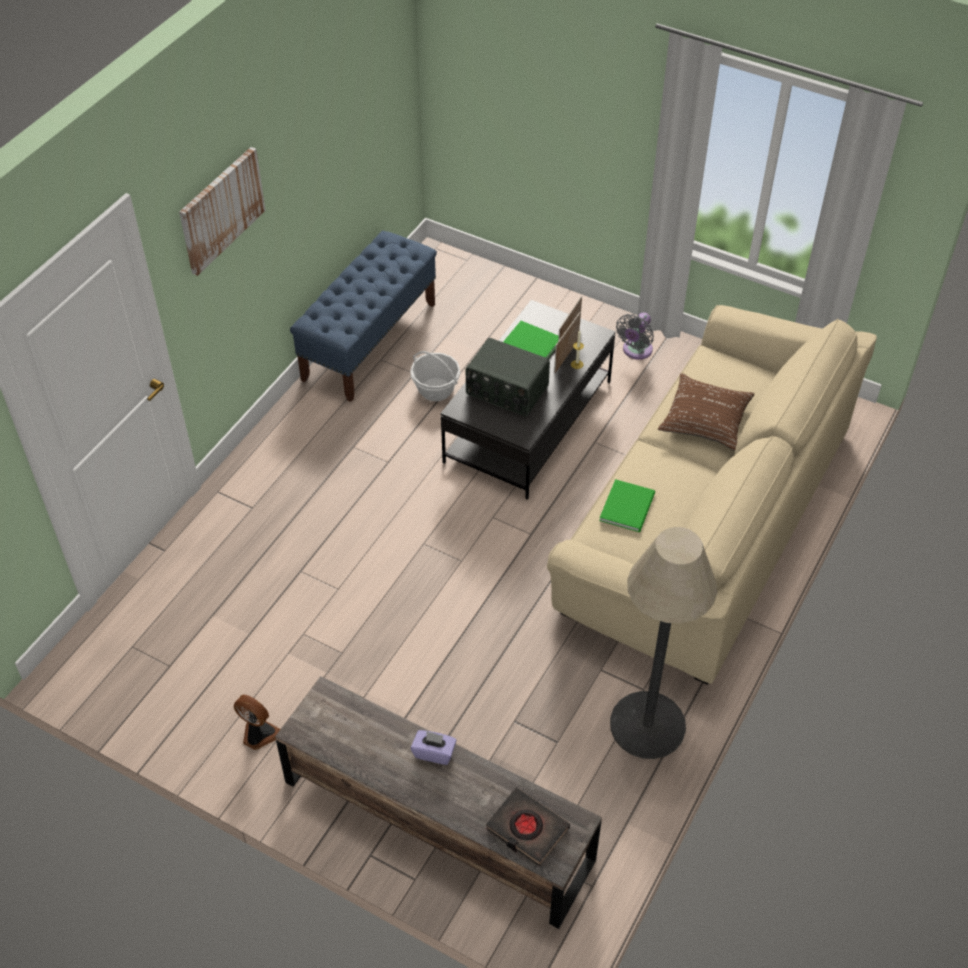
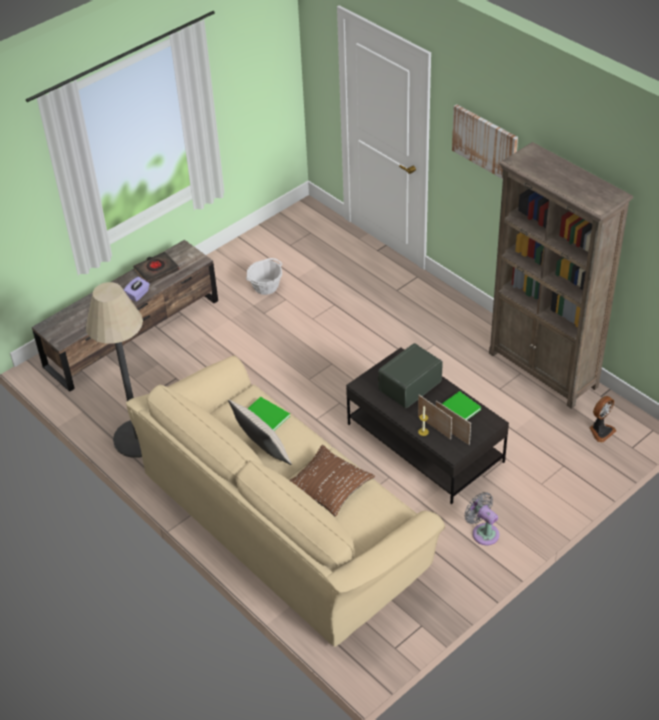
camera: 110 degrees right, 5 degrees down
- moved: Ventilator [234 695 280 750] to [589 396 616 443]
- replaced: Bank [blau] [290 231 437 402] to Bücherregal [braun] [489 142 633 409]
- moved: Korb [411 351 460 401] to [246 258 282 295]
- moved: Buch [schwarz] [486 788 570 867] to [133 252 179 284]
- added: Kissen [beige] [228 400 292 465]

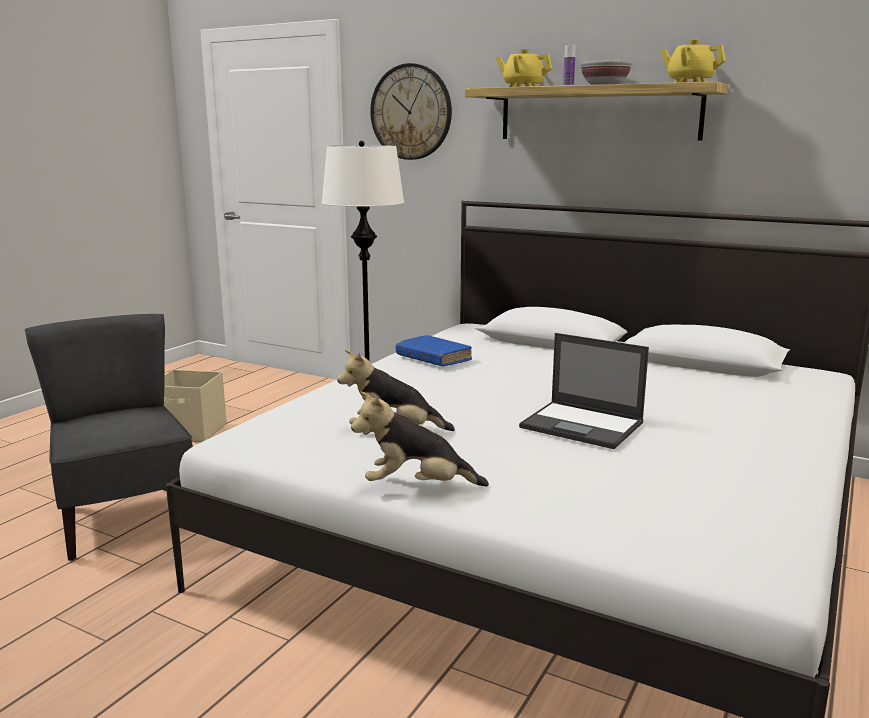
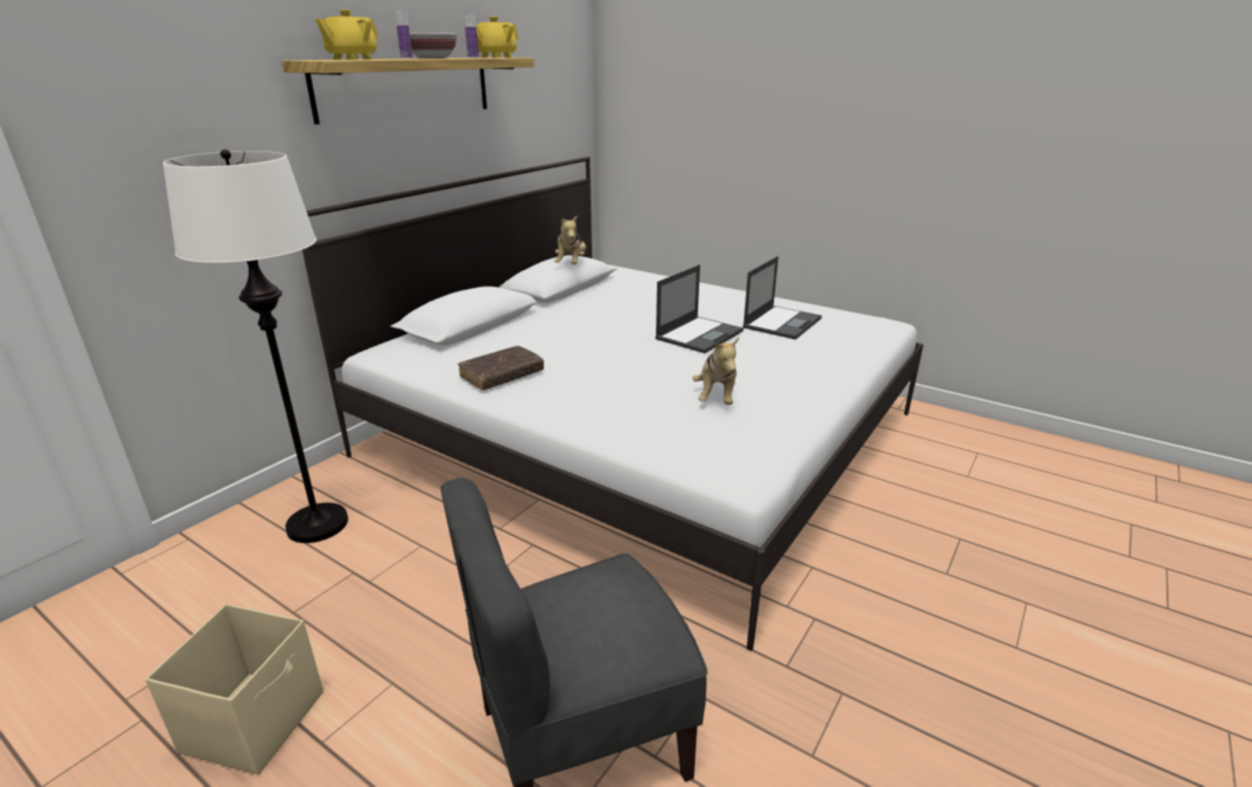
camera: 85 degrees left, 10 degrees up
- moved: Plüschtier [351 391 489 486] to [554 216 586 264]
- removed: Wanduhr [370 63 452 160]
- recoloured: Buch [blau] [396 335 472 366] to Buch [braun] [458 346 544 390]
- added: Flasche [464 13 479 58]
- added: Laptop [743 256 822 340]

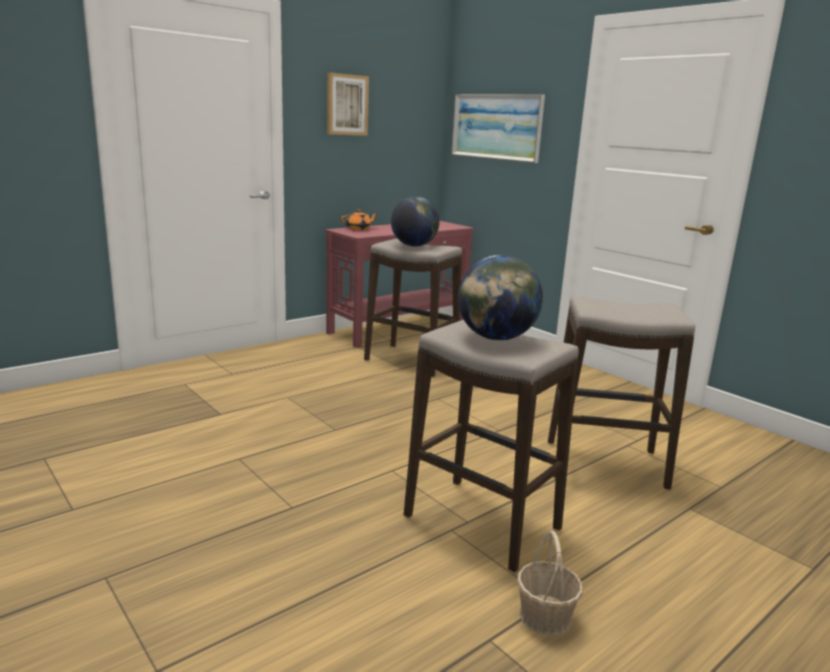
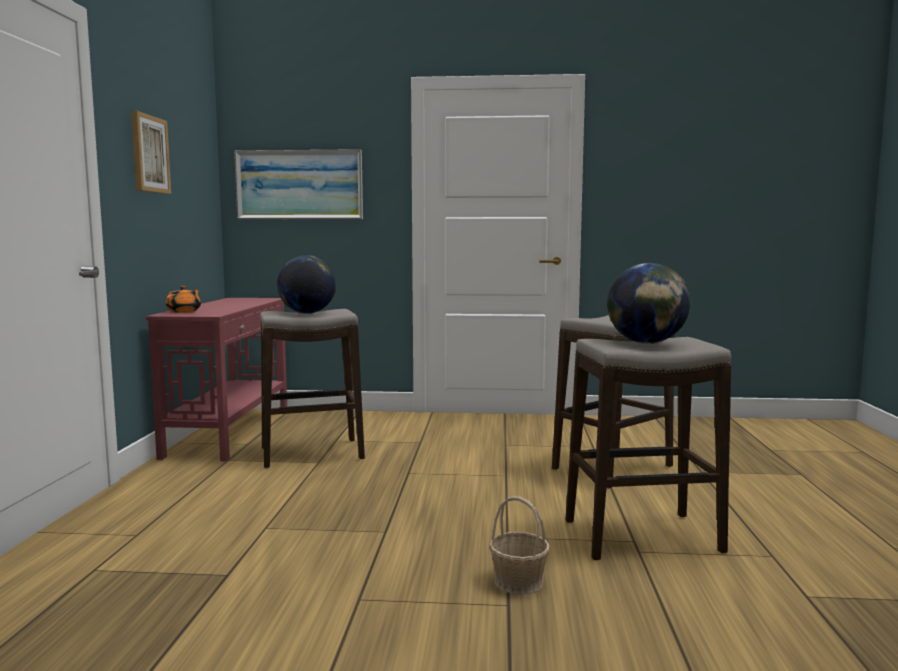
camera: 45 degrees left, 10 degrees down
- moved: Korb [517 531 583 636] to [489 496 550 594]

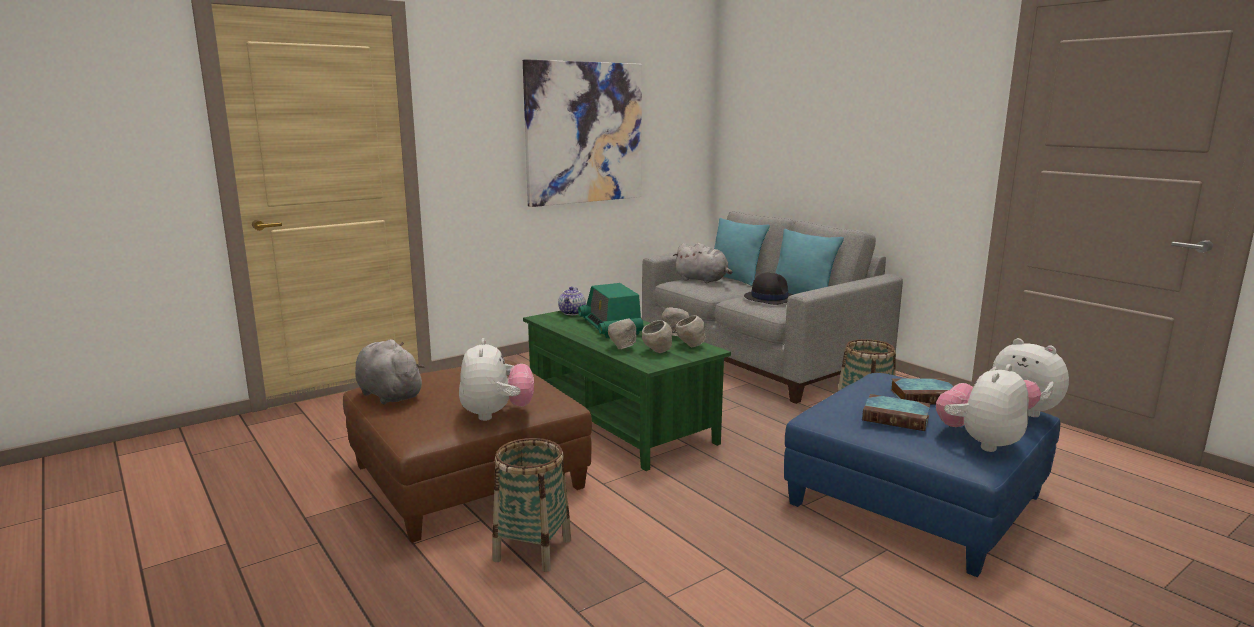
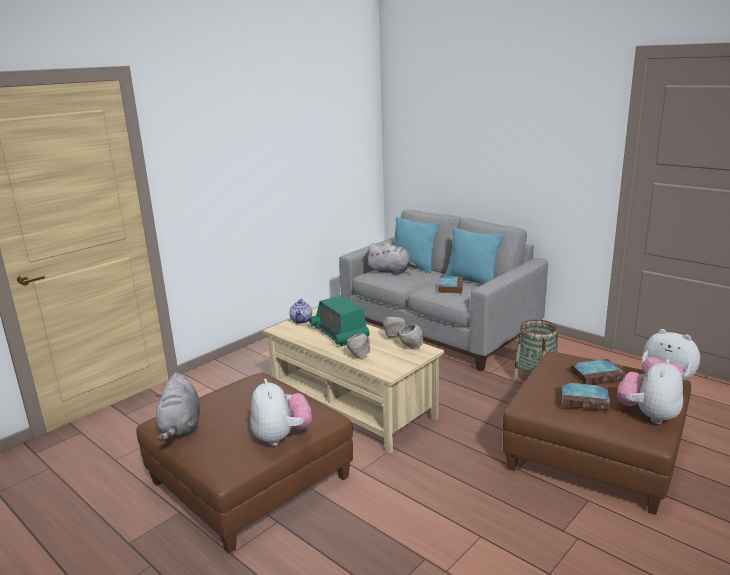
camera: 10 degrees left, 5 degrees up
- turned: Plüschtier [grau] [355 339 425 405] = [155 373 200 441] 135 degrees counterclockwise
- removed: Korb [493 438 571 572]
- removed: Bild [523 59 642 207]
- recoloured: Couchtisch [grün] [523 311 731 471] to Couchtisch [beige] [263 307 444 454]
- removed: Schüssel [grau] [642 320 672 353]
- replaced: Hut [schwarz] [744 272 792 305] to Buch [438 276 463 293]
- recoloured: Polsterhocker [blau] [784 373 1060 577] to Polsterhocker [braun] [503 352 691 515]

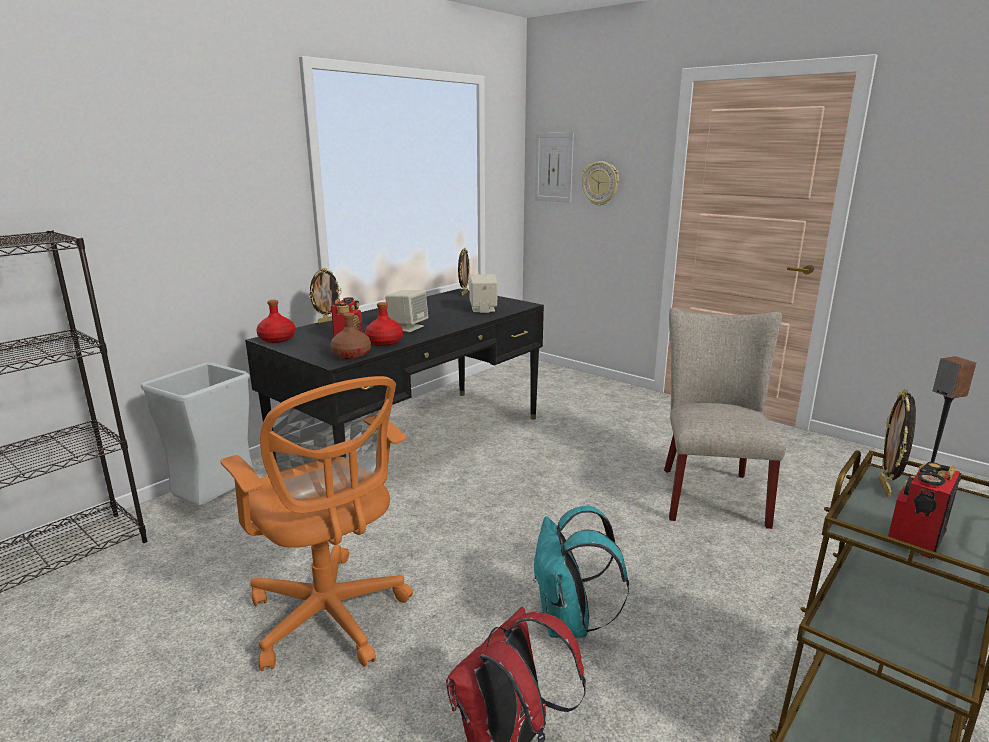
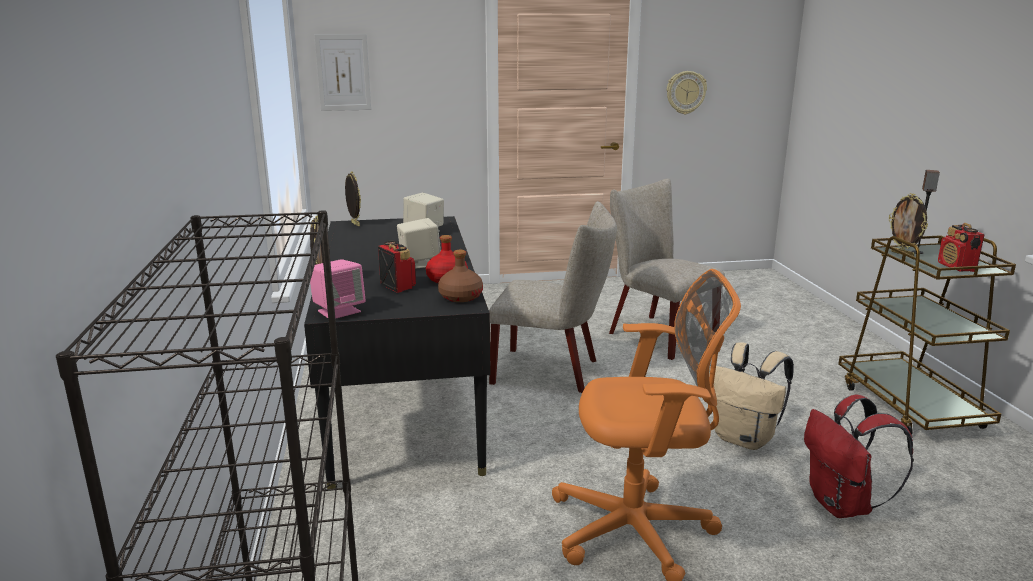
camera: 50 degrees left, 0 degrees up
- removed: Mülleimer [grau] [140 363 253 505]
- replaced: Flasche [rot] [256 300 295 343] to Lautsprecher [rosa] [310 259 366 319]
- recoloured: Rucksack [türkis] [534 506 629 638] to Rucksack [beige] [709 342 794 450]
- moved: Wanduhr [582 161 619 206] to [667 71 707 114]
- added: Stuhl [beige] [489 201 617 393]

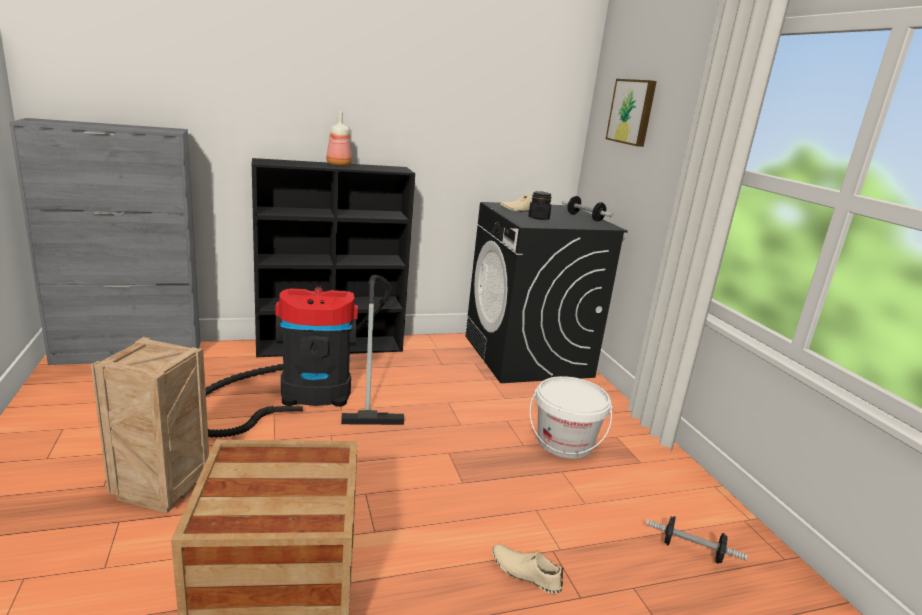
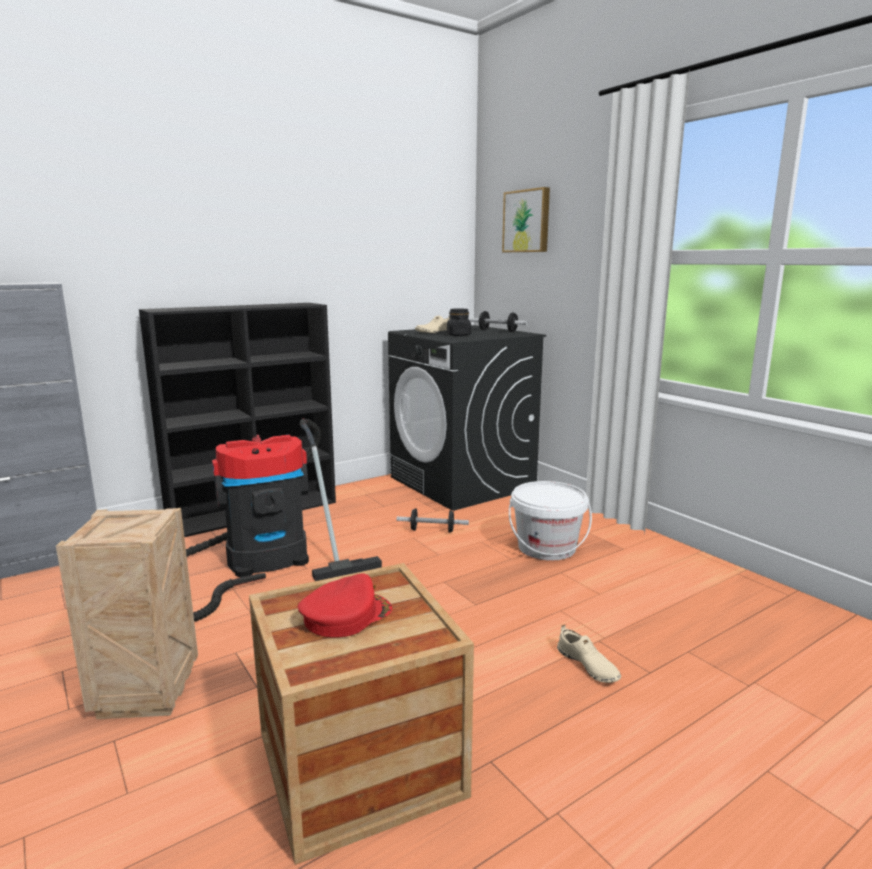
camera: 15 degrees left, 5 degrees down
- removed: Flasche [326 112 352 166]
- turned: Schuh [beige] [492 545 564 594] = [557 625 621 683] 135 degrees counterclockwise
- moved: Hantel [646 516 747 564] to [397 509 469 533]
- added: Kappe [rot] [298 573 392 637]

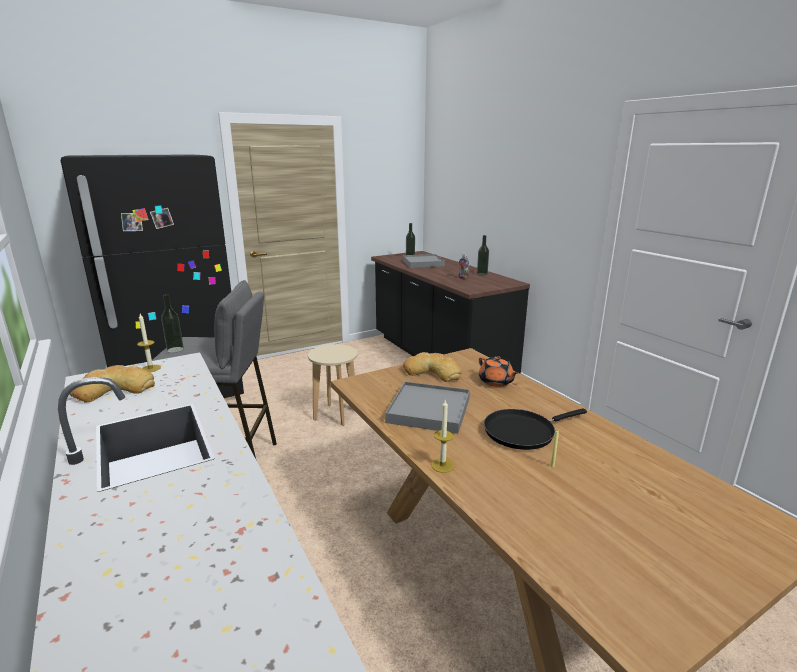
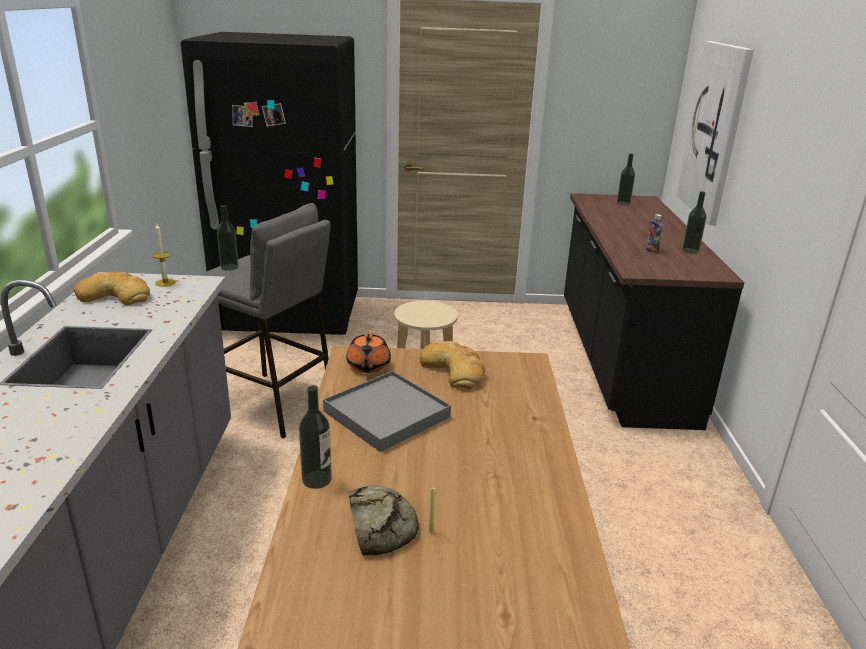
camera: 30 degrees right, 5 degrees up
- removed: Tablett [grau] [403 254 445 268]
- replaced: Kerze [431 400 454 473] to Flasche [299 385 332 489]
- moved: Teekanne [orange] [479 356 519 387] to [347 331 391 373]
- removed: Pfanne [schwarz] [484 408 587 450]
- added: Brot [349 486 419 555]
- added: Bild [677 41 754 225]

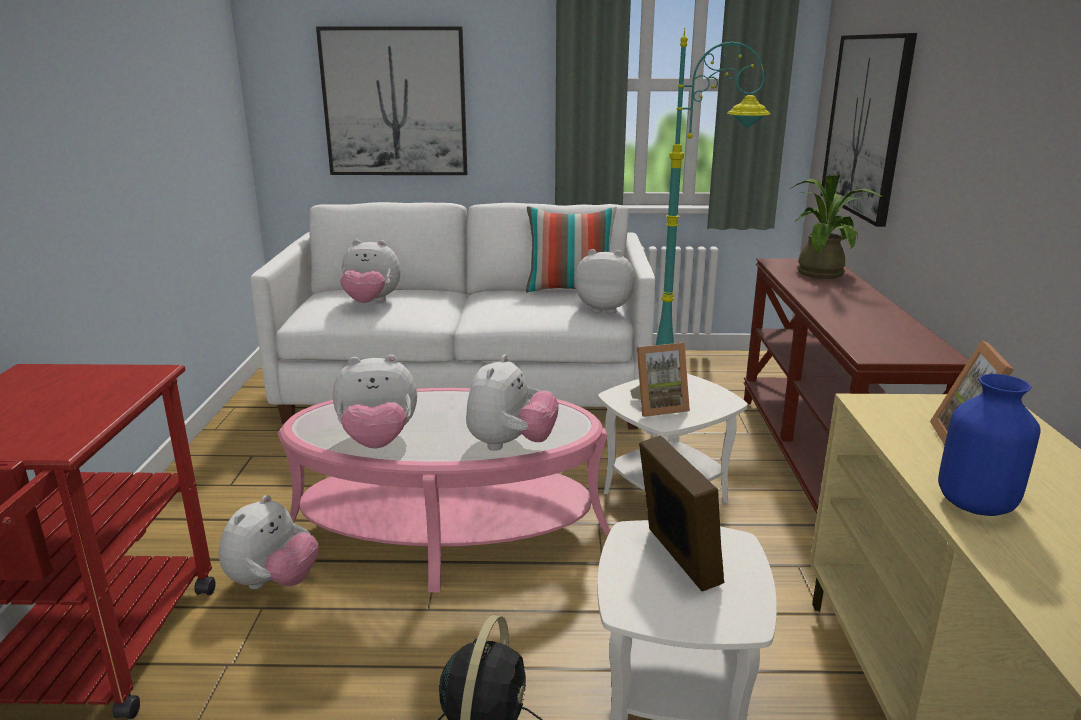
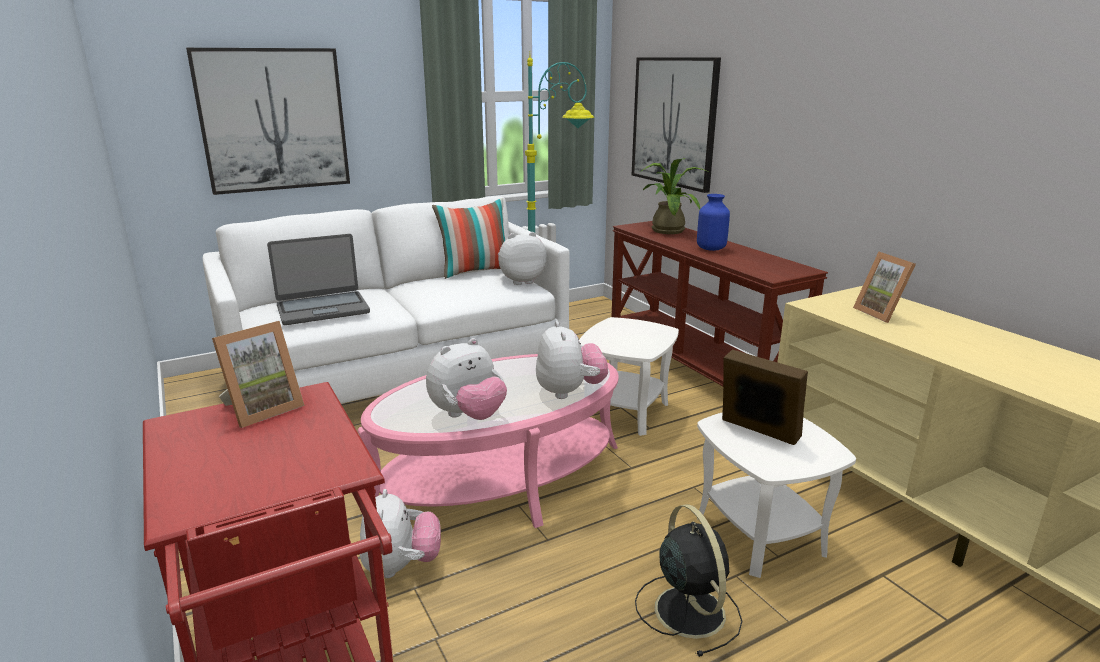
camera: 30 degrees left, 0 degrees up
- replaced: Plüschtier [340 240 401 303] to Laptop [267 234 370 325]
- moved: Bilderrahmen [630 343 690 417] to [212 321 305 428]
- moved: Vase [blau] [938 374 1041 516] to [697 194 730 251]

